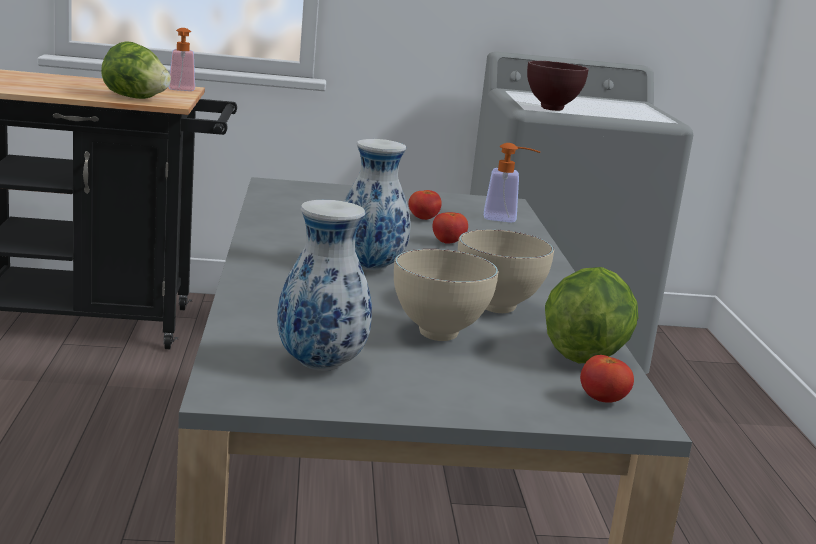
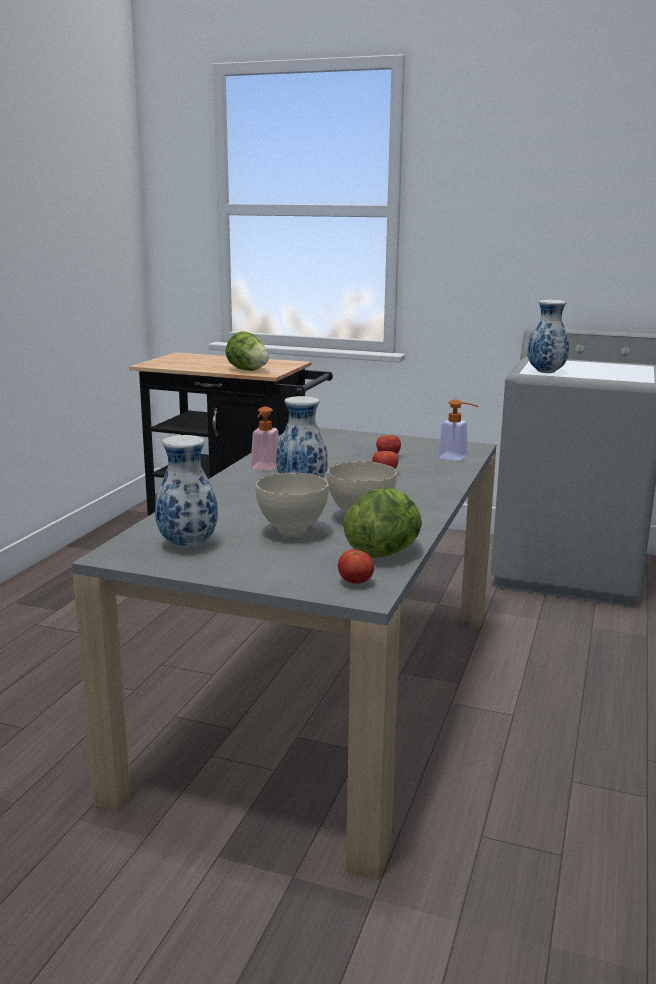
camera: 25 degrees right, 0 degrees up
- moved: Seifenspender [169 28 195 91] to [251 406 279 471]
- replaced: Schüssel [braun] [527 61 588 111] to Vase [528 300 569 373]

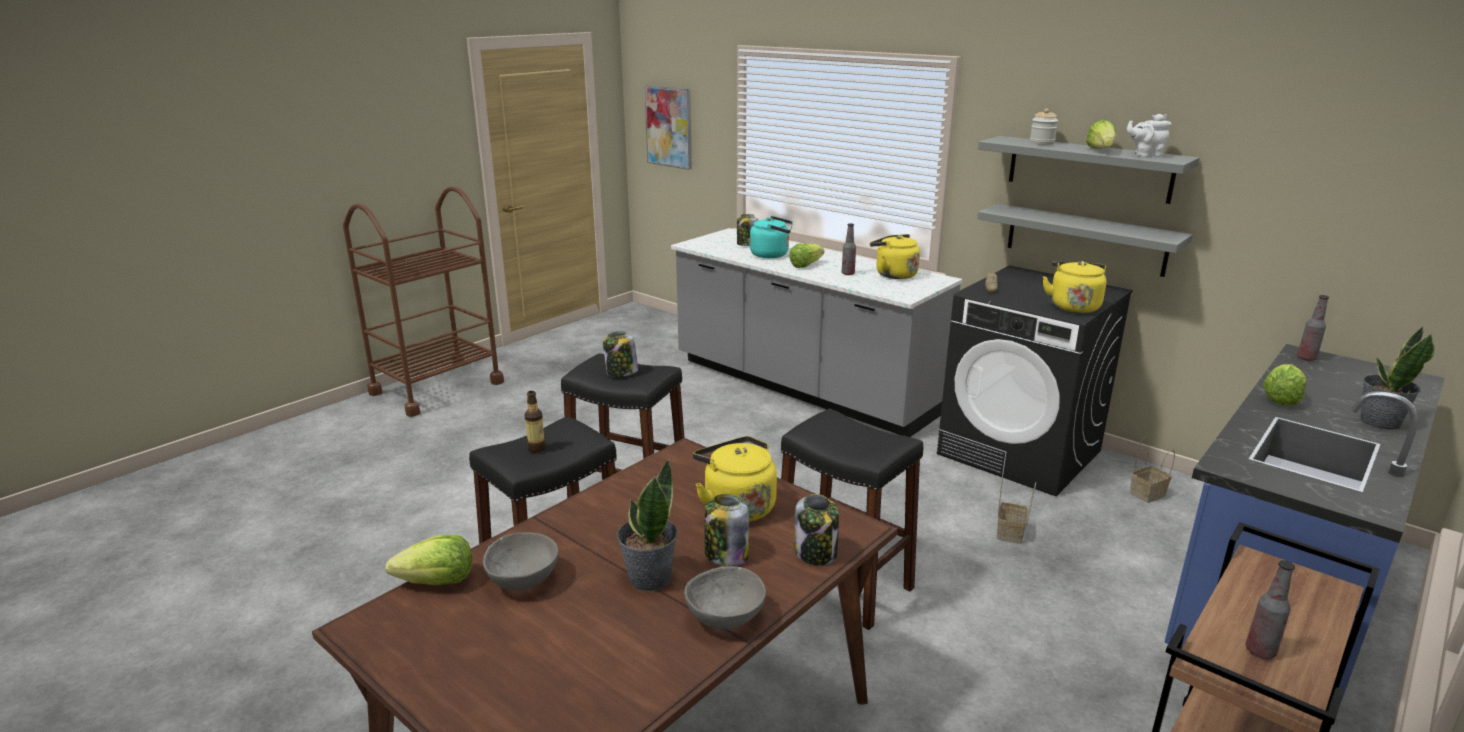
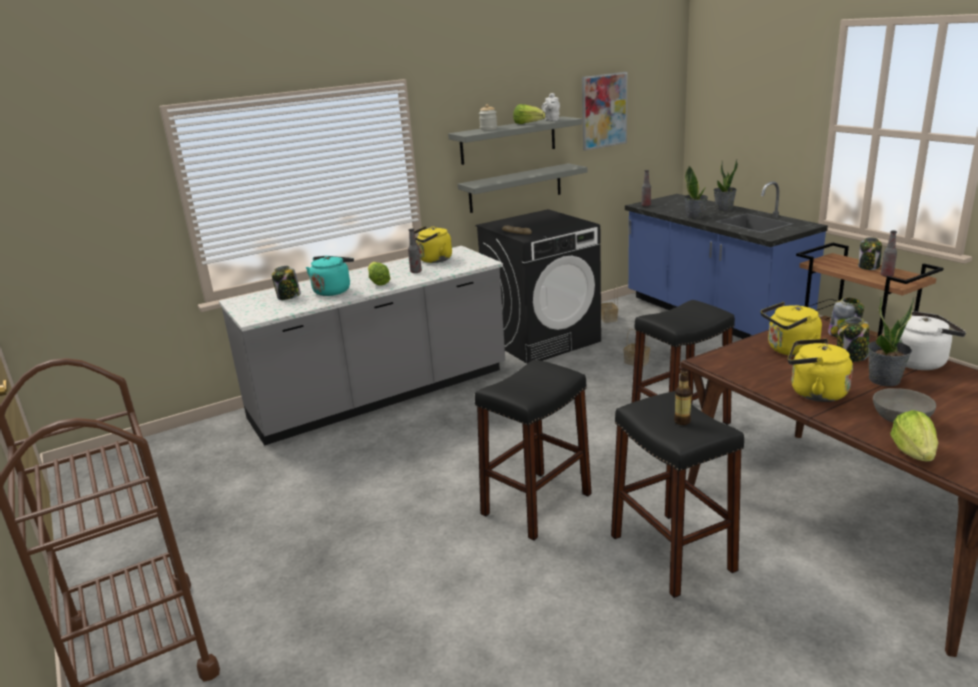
camera: 70 degrees left, 0 degrees up
- moved: Vorratsglas [603 331 638 377] to [858 237 882 270]
- moved: Bild [644 85 692 170] to [582 72 627 151]
- replaced: Schüssel [grau] [684 566 766 629] to Wasserkessel [weiß] [899 311 966 370]
- moved: Wasserkessel [gelb] [1042 261 1107 313] to [788 339 853 402]
- replaced: Salatkopf [1263 364 1306 406] to Topfpflanze [684 166 708 219]

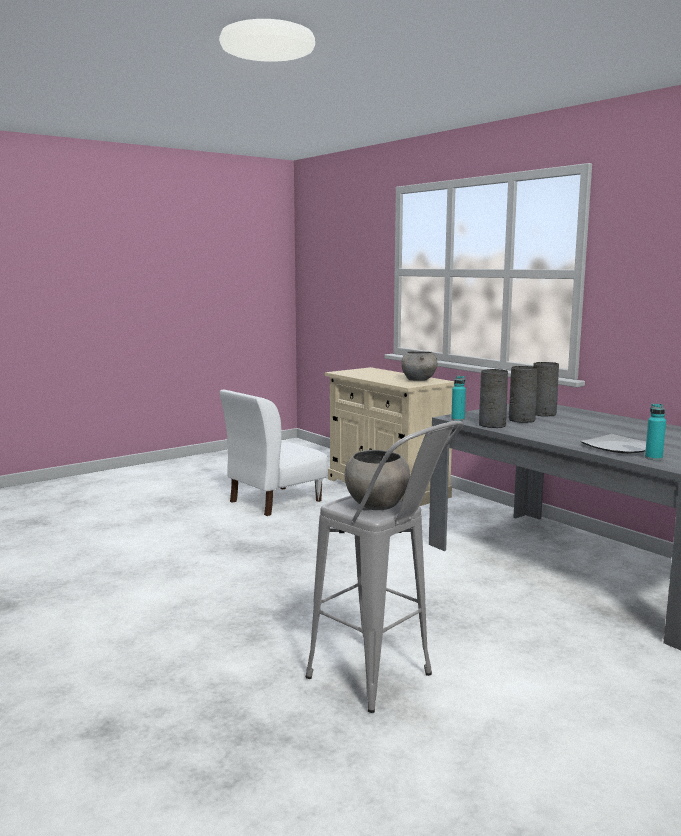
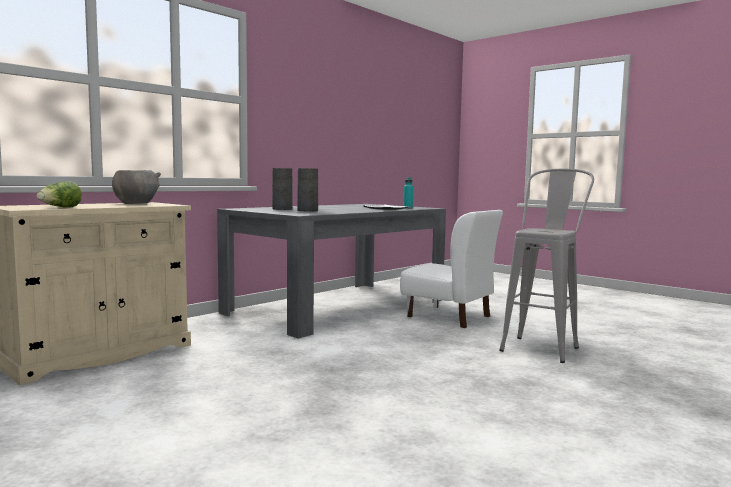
camera: 100 degrees left, 5 degrees down
- moved: Stuhl [weiß] [220 390 328 516] to [400 210 503 328]
- removed: Schüssel [grau] [344 450 410 510]
- removed: Flasche [türkis] [451 376 466 421]
- removed: Vase [grau] [479 369 508 428]
- added: Salatkopf [37 181 82 208]

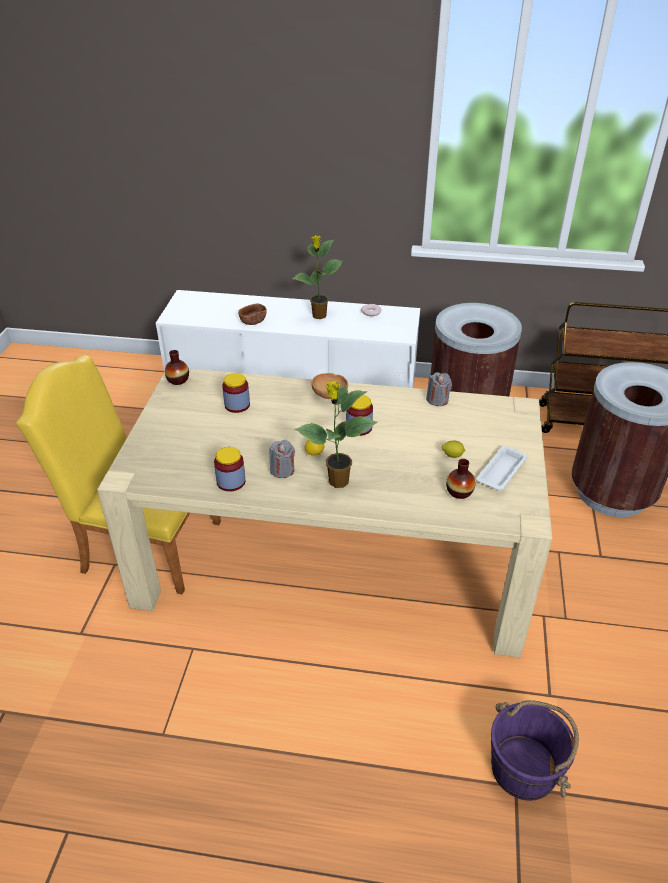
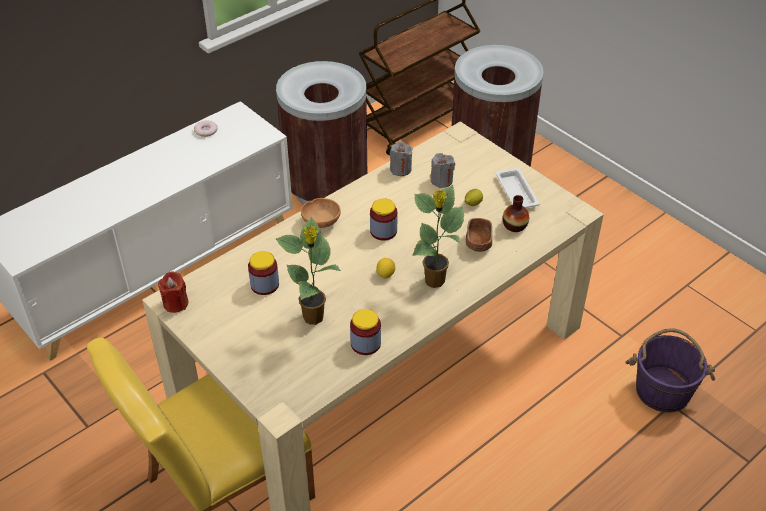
camera: 50 degrees left, 5 degrees up
- replaced: Vase [165 350 189 385] to Kerze [rot] [158 272 189 313]
- moved: Schüssel [braun] [238 304 267 325] to [466 218 492 252]
- moved: Kerze [grau] [269 440 295 478] to [430 153 455 188]
- moved: Topfpflanze [292 235 343 319] to [276 216 341 325]

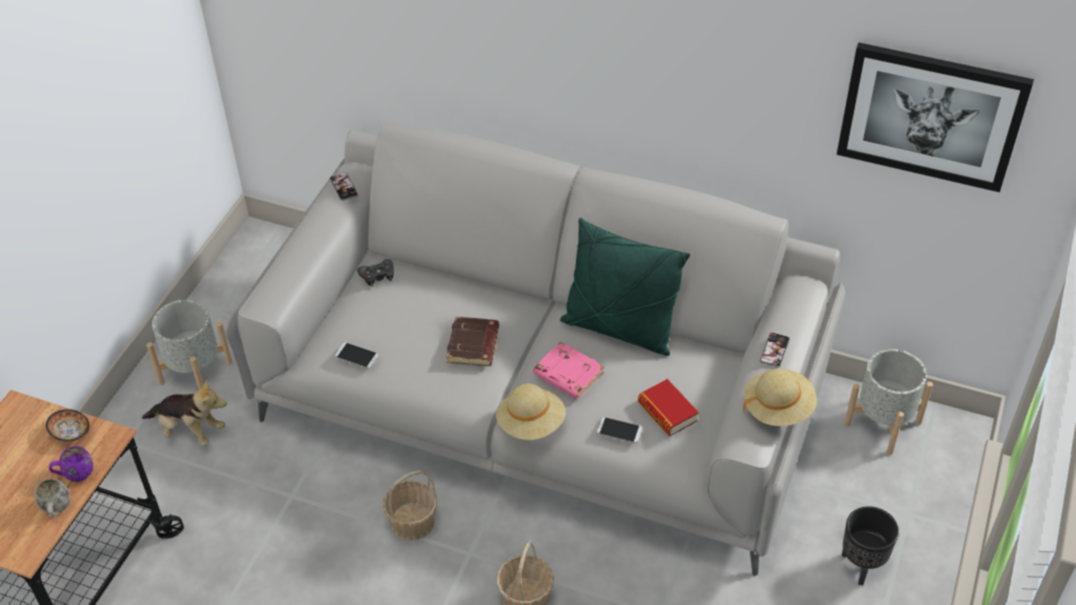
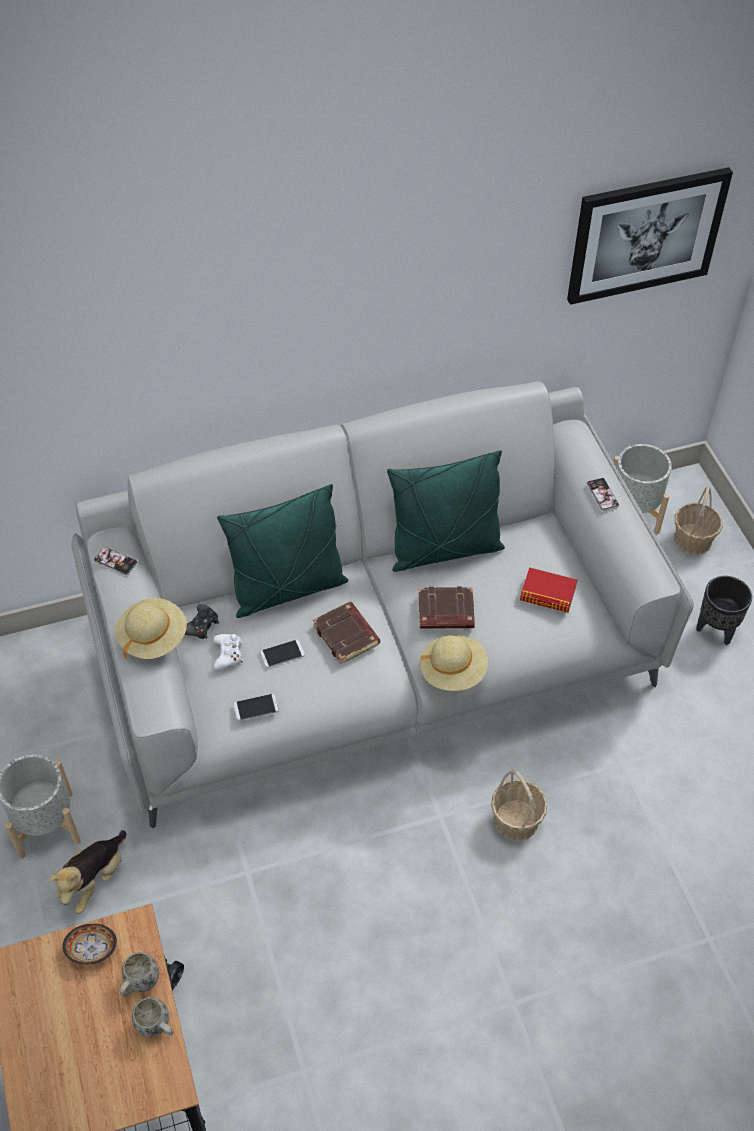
camera: 40 degrees left, 5 degrees up
- recoloured: Henkelbecher [lila] [49 446 93 482] to Henkelbecher [weiß] [120 952 159 997]
- turned: Plüschtier [142 379 227 446] = [50 830 126 914] 135 degrees clockwise
- moved: Korb [382 470 437 541] to [674 487 723 555]
- recoloured: Buch [rosa] [533 341 604 399] to Buch [braun] [418 586 475 629]
- moved: Handy [596 417 642 443] to [260 640 305 668]
- moved: Hut [beige] [743 369 817 426] to [115 598 187 660]
- added: Gamepad [weiß] [214 634 243 670]
- added: Kissen [grün] [217 484 348 618]

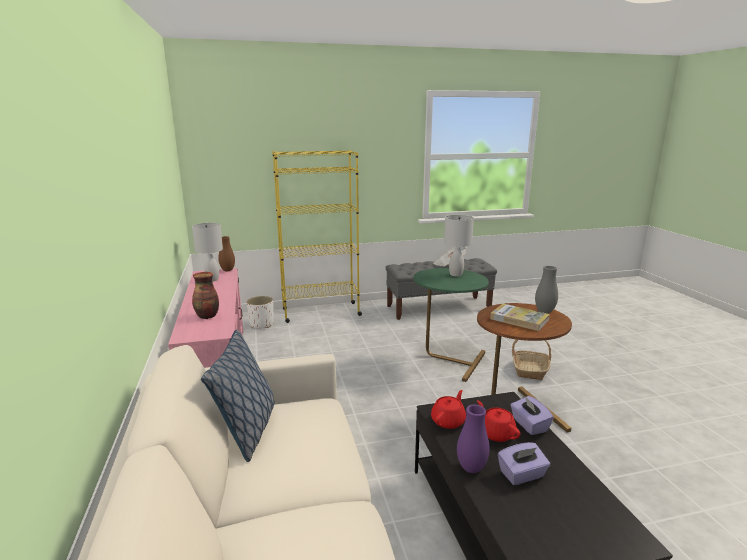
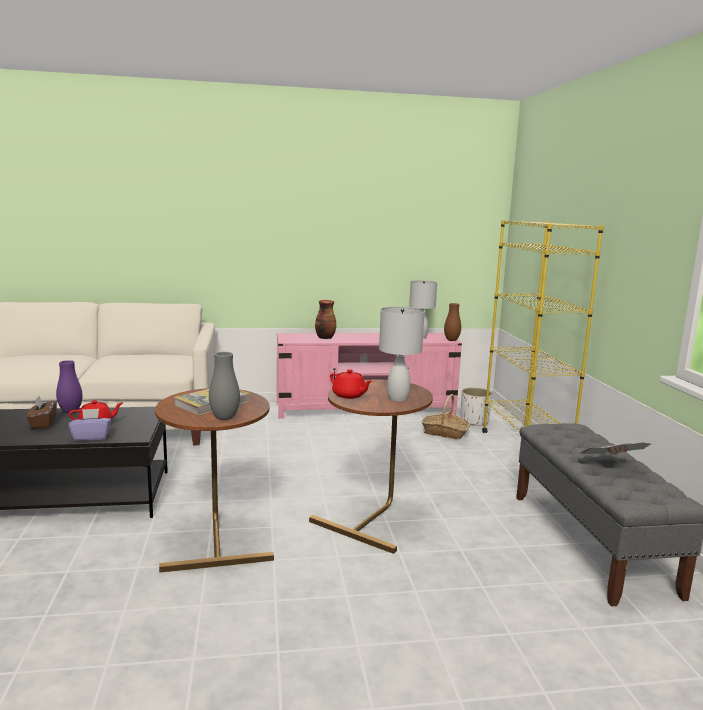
camera: 95 degrees right, 5 degrees down
- removed: Kissen [201 330 275 462]
- recoloured: Beistelltisch [grün] [414 268 489 382] to Beistelltisch [braun] [309 380 433 554]
- moved: Teekanne [rot] [431 390 466 429] to [330 369 372 399]
- recoloured: Taschentuchbox [lila] [498 442 550 485] to Taschentuchbox [braun] [26 396 57 429]
- moved: Korb [512 340 551 380] to [422 394 470 439]

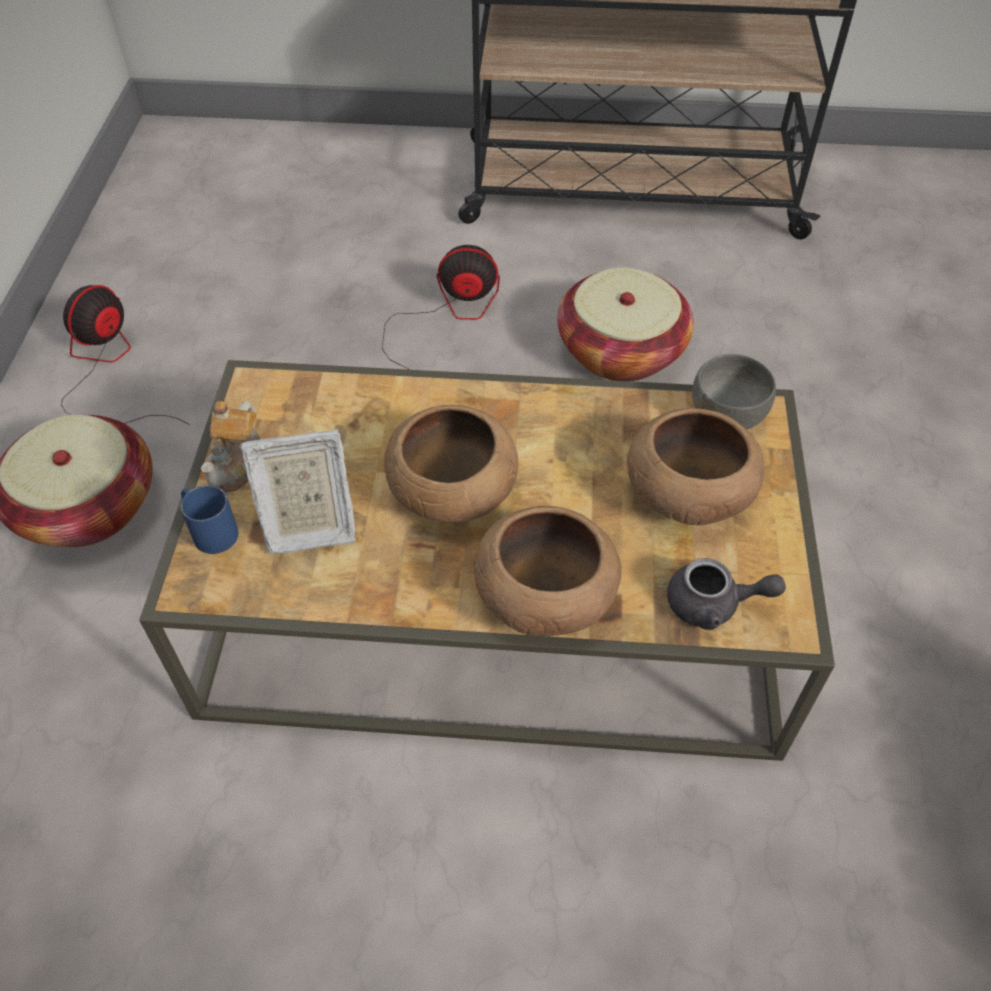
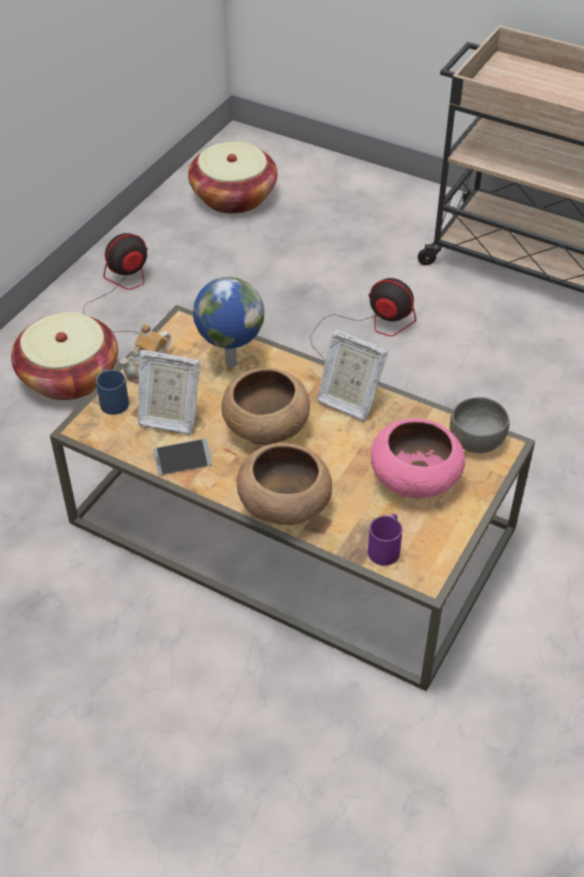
camera: 25 degrees right, 5 degrees down
- moved: Korb [557 267 694 381] to [188 141 277 214]
- recoloured: Schüssel [braun] [627 408 764 525] to Schüssel [rosa] [371 419 465 498]
- replaced: Teekanne [grau] [667 558 786 630] to Henkelbecher [lila] [368 514 403 566]
- added: Handy [153 439 212 475]
- added: Globus [193 277 264 367]
- added: Bilderrahmen [317 329 388 421]

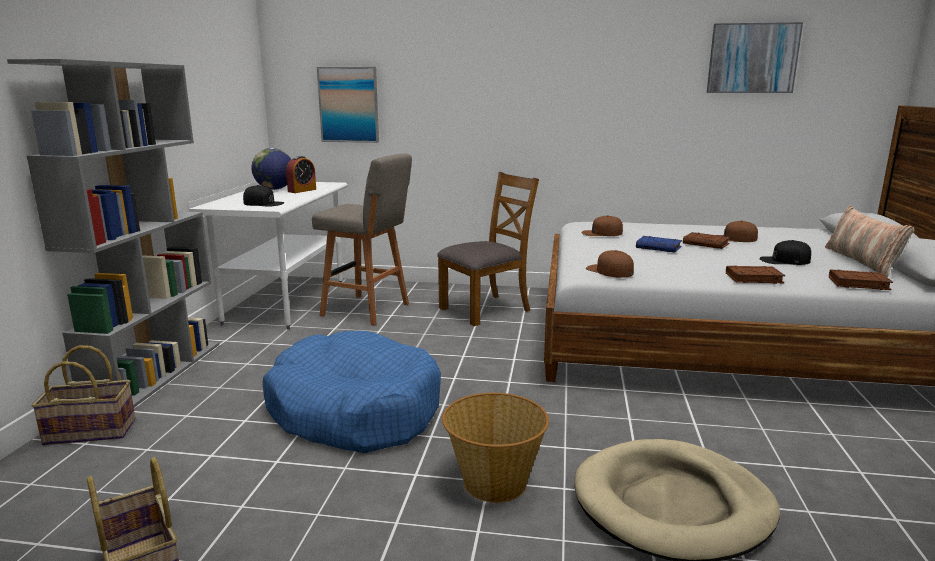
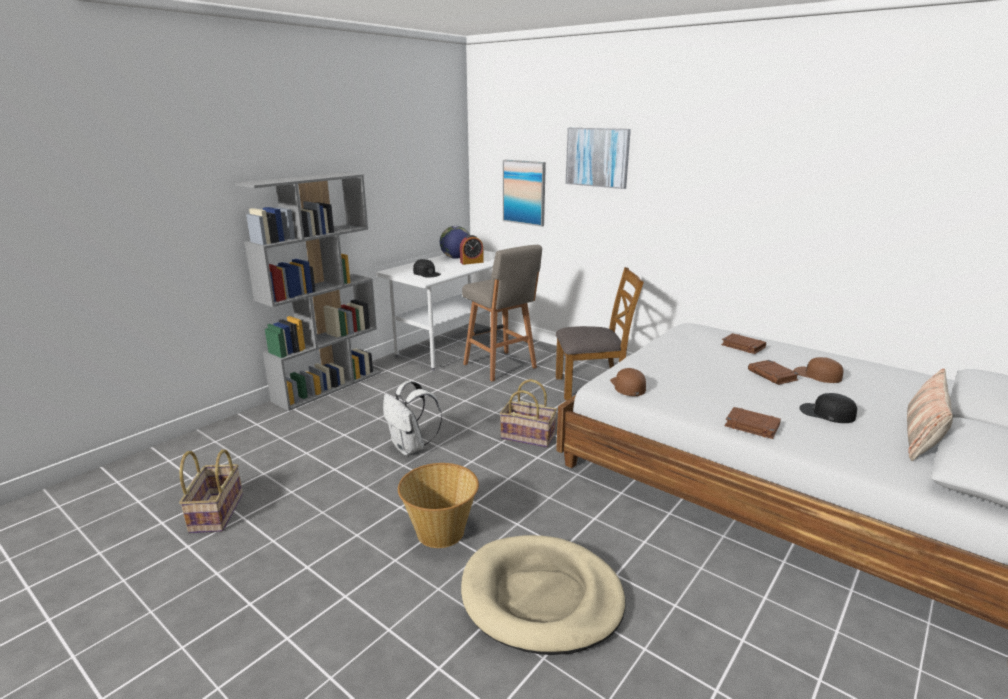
camera: 30 degrees right, 5 degrees up
- moved: Korb [32 345 135 445] to [500 379 557 448]
- replaced: Hundebett [blau] [263 331 441 453] to Rucksack [weiß] [383 380 442 455]
- removed: Kappe [braun] [582 215 623 236]
- removed: Buch [blau] [636 236 682 252]
- moved: Bild [707 22 803 93] to [566 128 631 189]
- moved: Buch [braun] [829 270 893 290] to [721 333 766 354]

